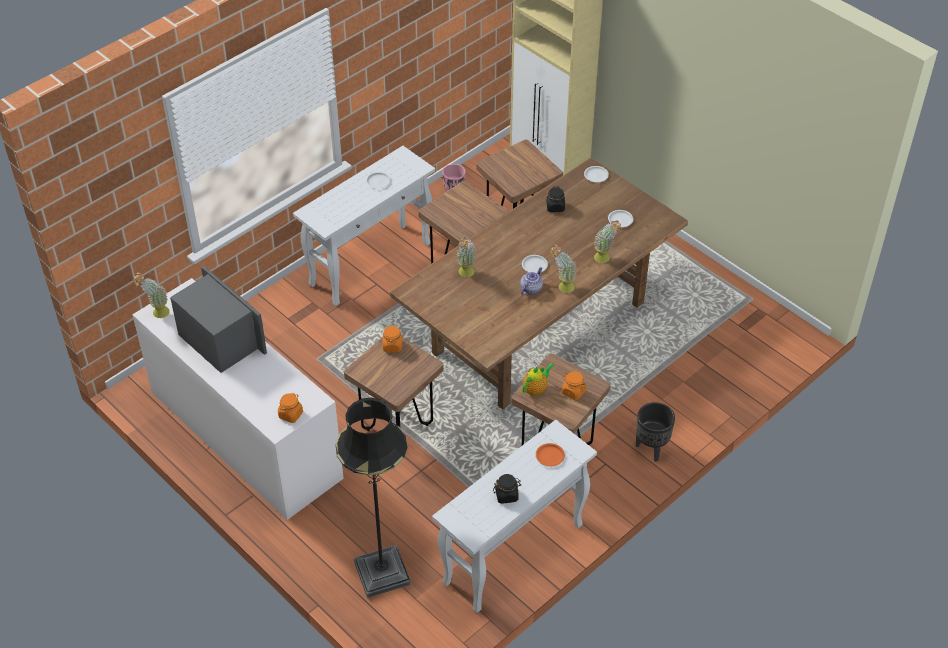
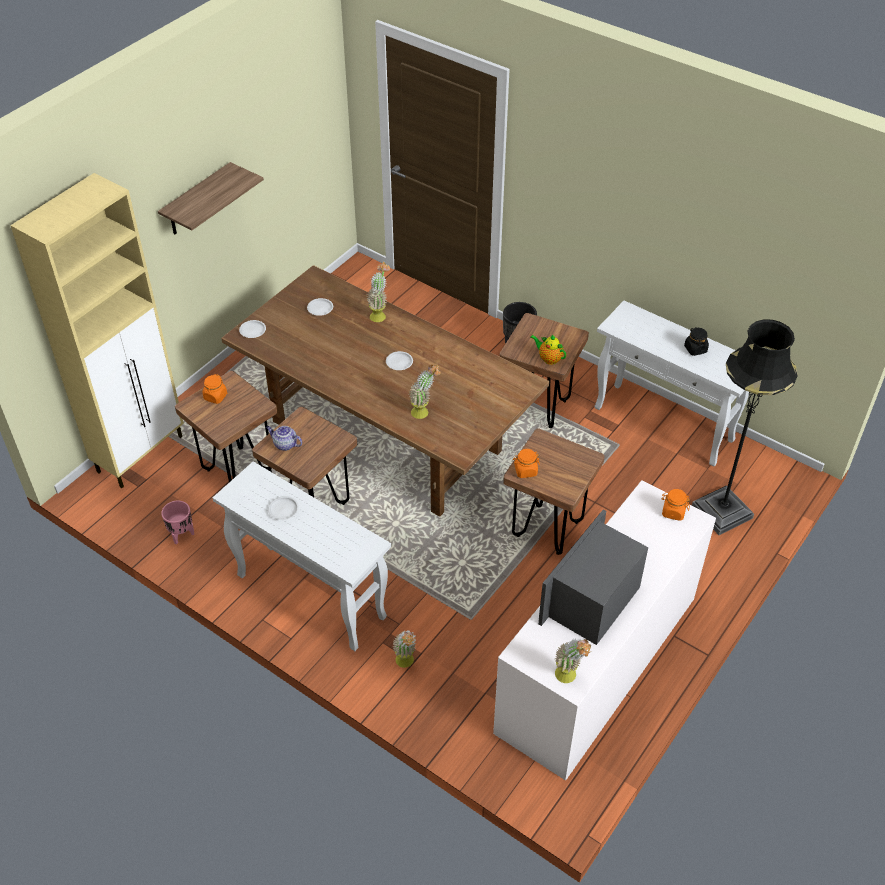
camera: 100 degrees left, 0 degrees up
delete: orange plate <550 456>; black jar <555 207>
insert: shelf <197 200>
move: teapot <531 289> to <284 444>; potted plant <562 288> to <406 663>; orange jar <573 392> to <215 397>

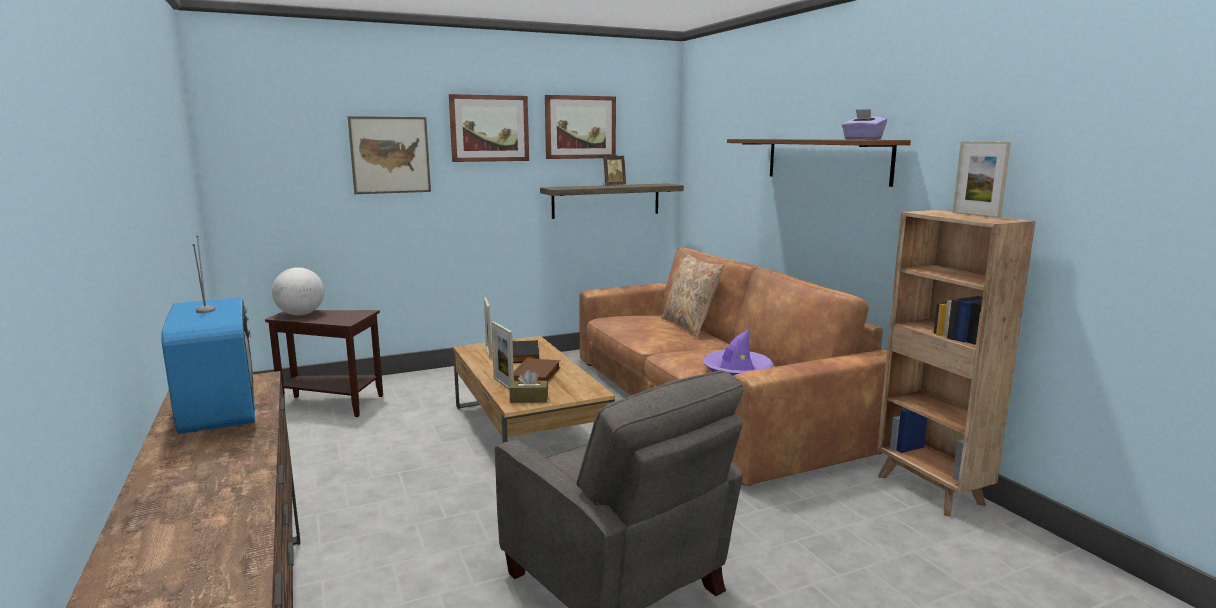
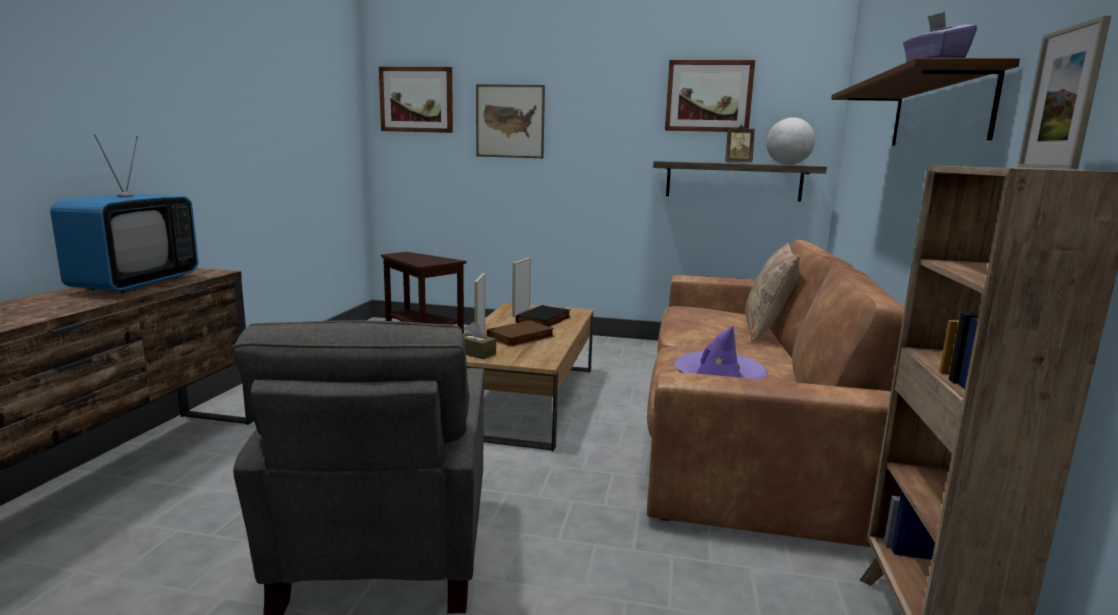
camera: 35 degrees right, 0 degrees up
move: globe <301 314> to <788 164>; picture <489 128> to <416 100>

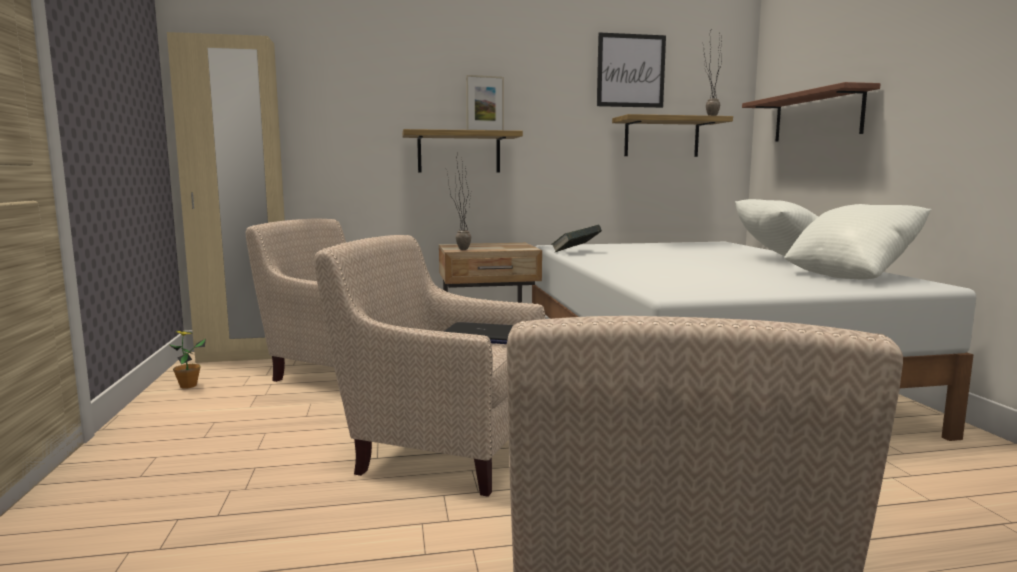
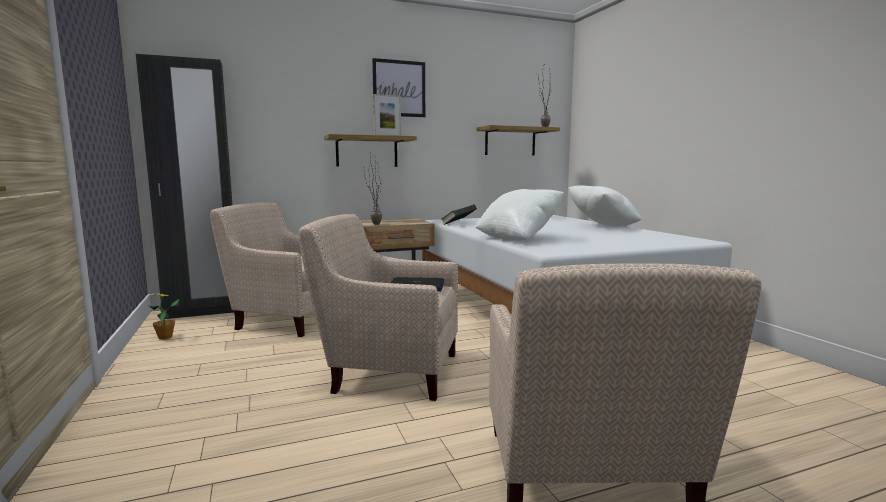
camera: 10 degrees left, 0 degrees up
delete: shelf <817 116>
move: picture <630 71> to <399 88>; white pillow <851 276> to <518 238>
recolor: beige wardrobe <245 356> to black wardrobe <203 312>

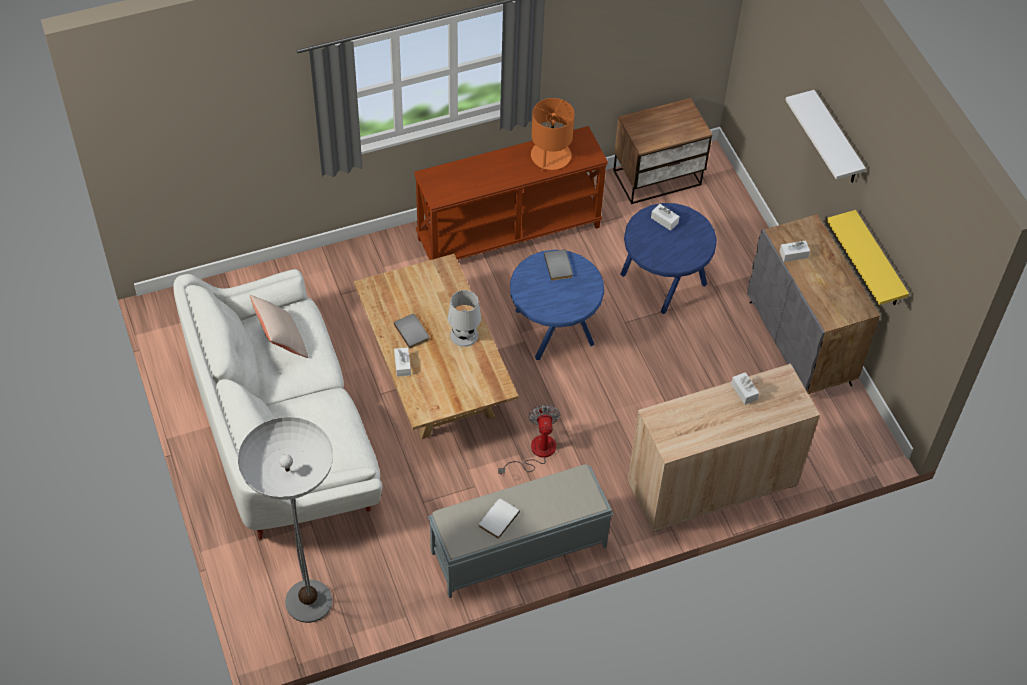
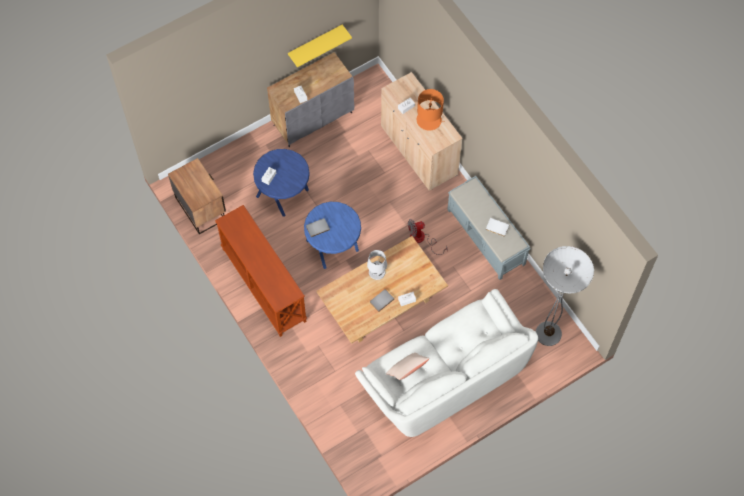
camera: 100 degrees left, 10 degrees up
delete: white shelf <836 140>
move: orange table lamp <550 156> to <429 120>

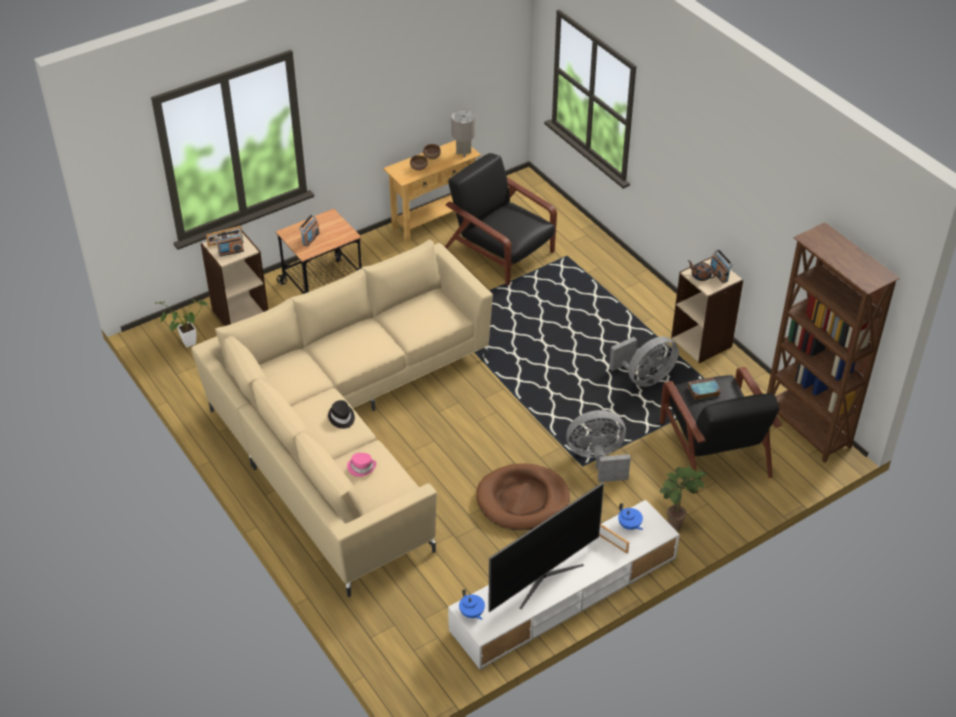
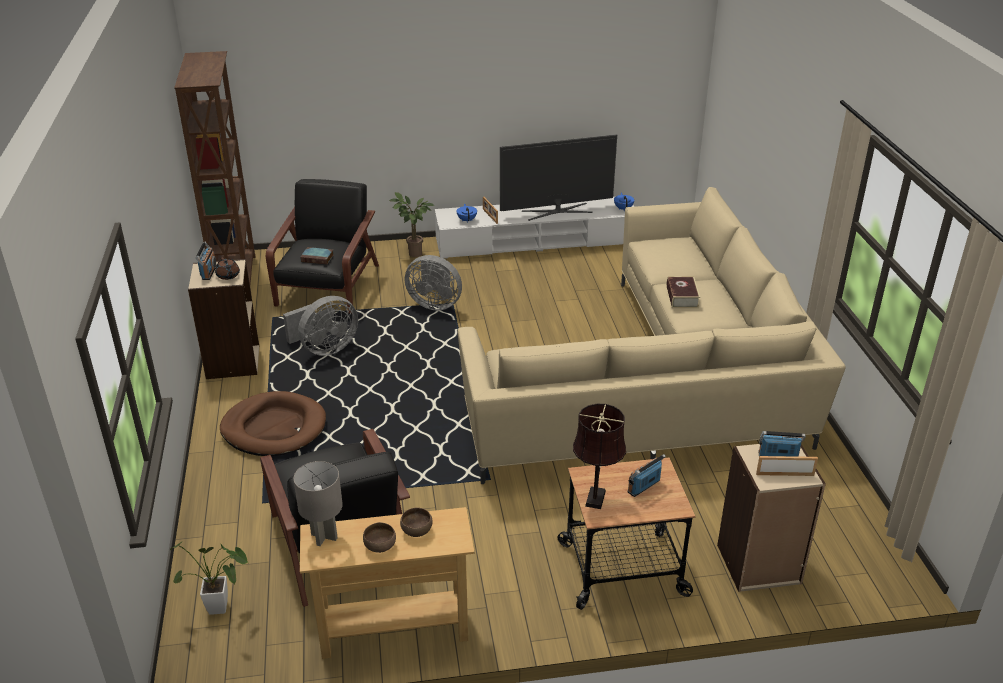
camera: 155 degrees left, 10 degrees down
delete: pink hat <361 467>
insert: brown table lamp <596 496>
move: potted plant <186 344> to <223 608>; brown dog bed <522 500> to <274 428>
replace: black hat <341 417> to book <682 297>
rotate: grey fan <644 378> = <325 349> 150 degrees clockwise

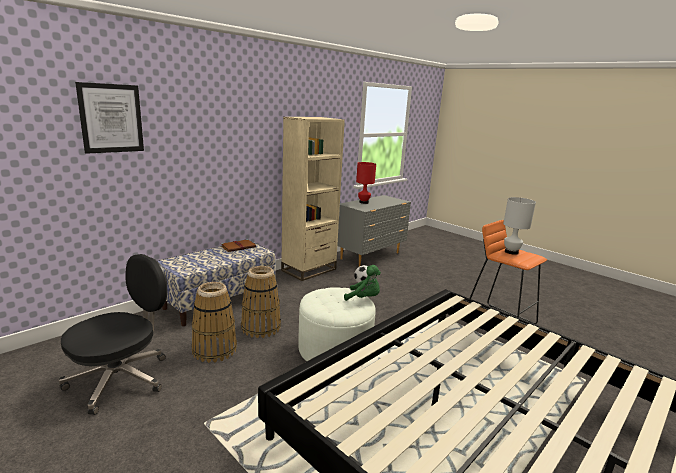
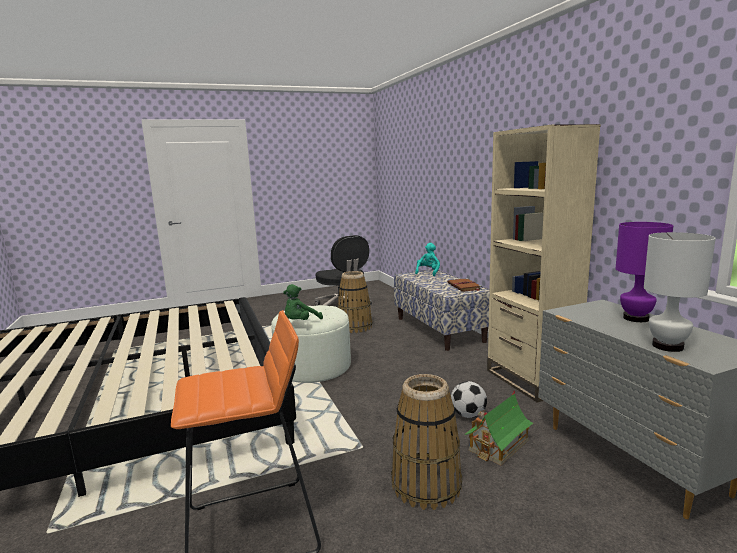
camera: 115 degrees right, 5 degrees down
delete: picture <111 118>
insert: turquoise plush toy <428 272>; toy house <498 445>
move: basket <261 327> to <426 485>; white table lamp <511 252> to <668 346>
recolor: red table lamp <363 202> to purple table lamp <635 318>

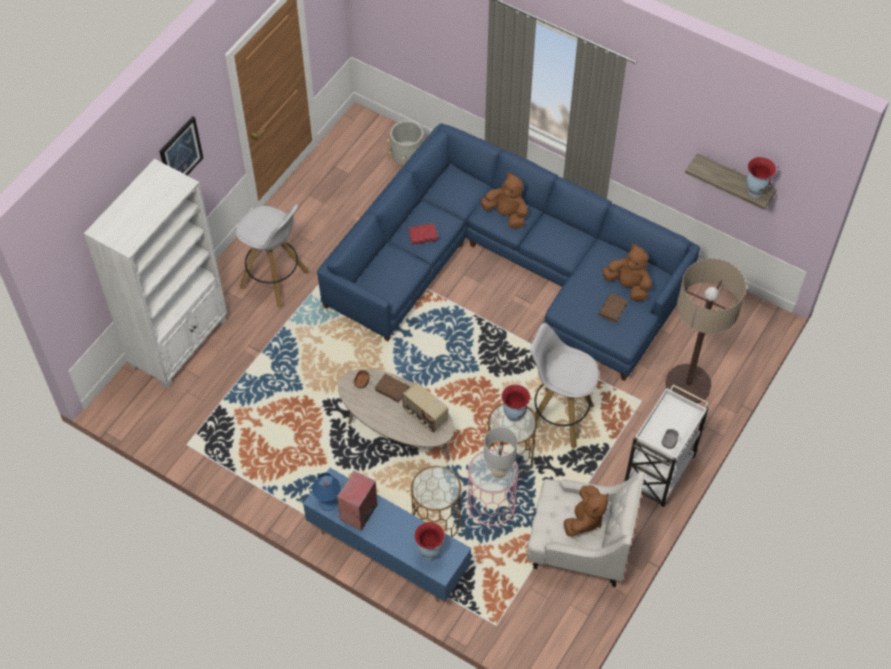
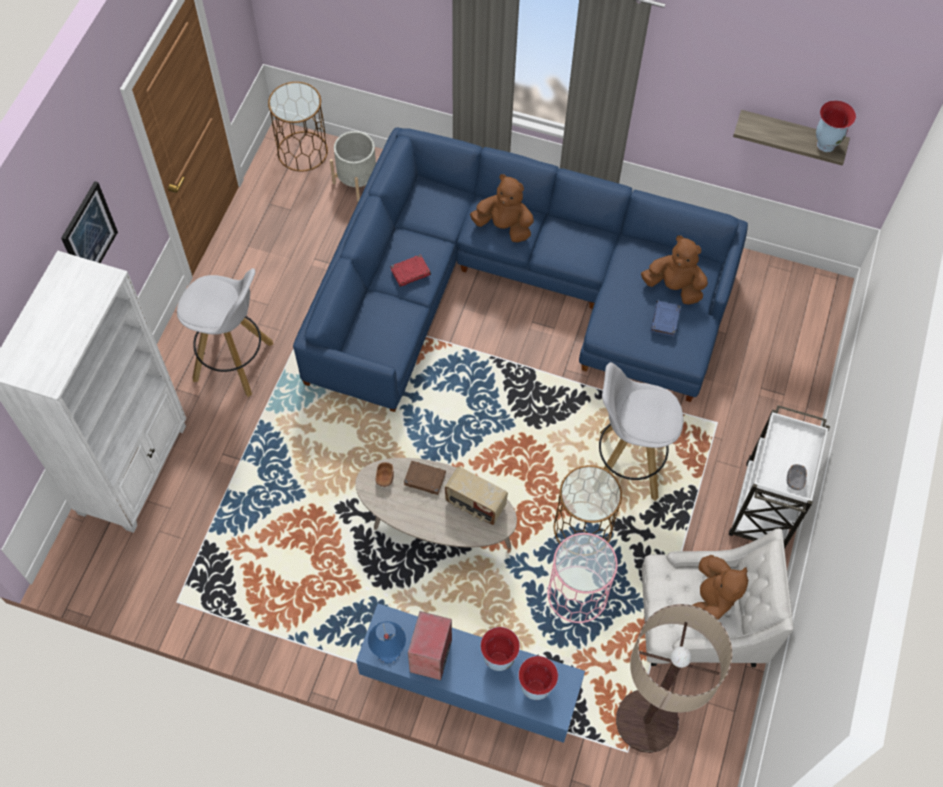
camera: 15 degrees left, 5 degrees up
delete: white table lamp <498 471>
move: brown side table <436 520> to <302 151>; vase <514 415> to <498 660>; floor lamp <688 384> to <647 721>
recolor: brown book <612 309> to blue book <665 320>

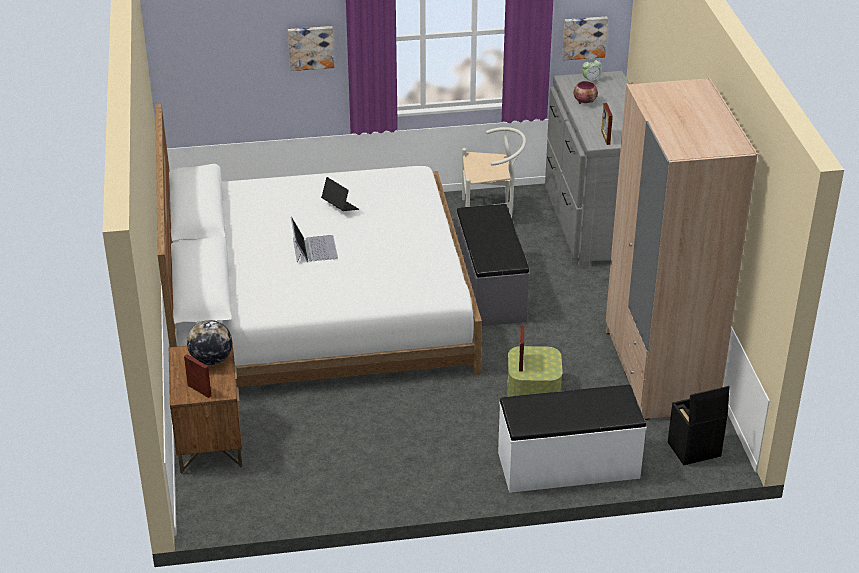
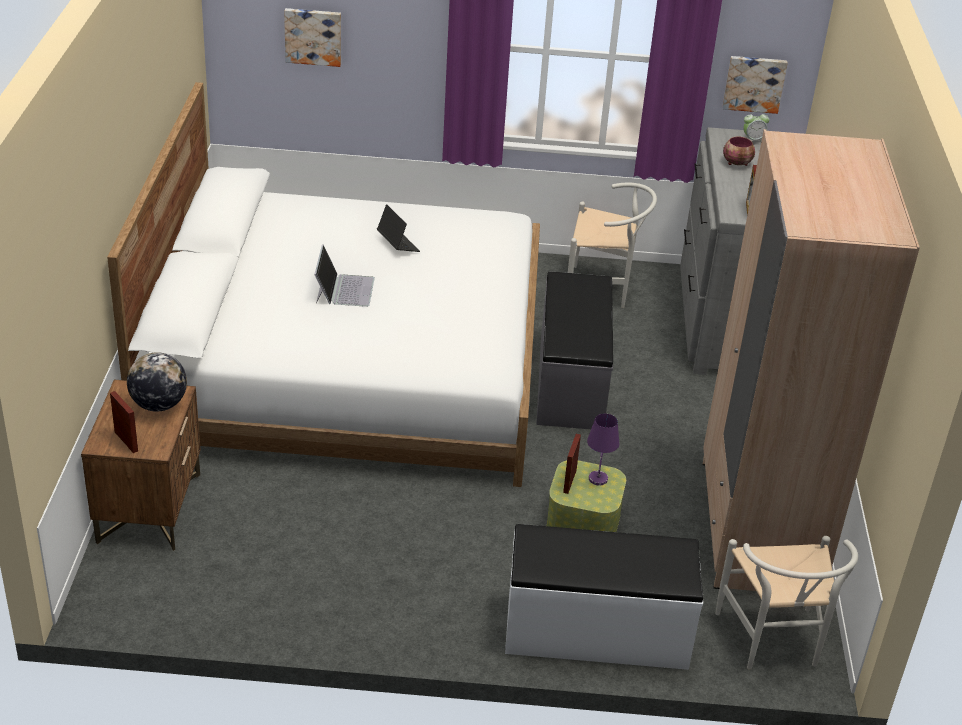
camera: 10 degrees right, 0 degrees up
insert: purple table lamp <597 478>
move: picture <310 47> to <313 36>
replace: black storage box <693 450> to white chair <773 644>

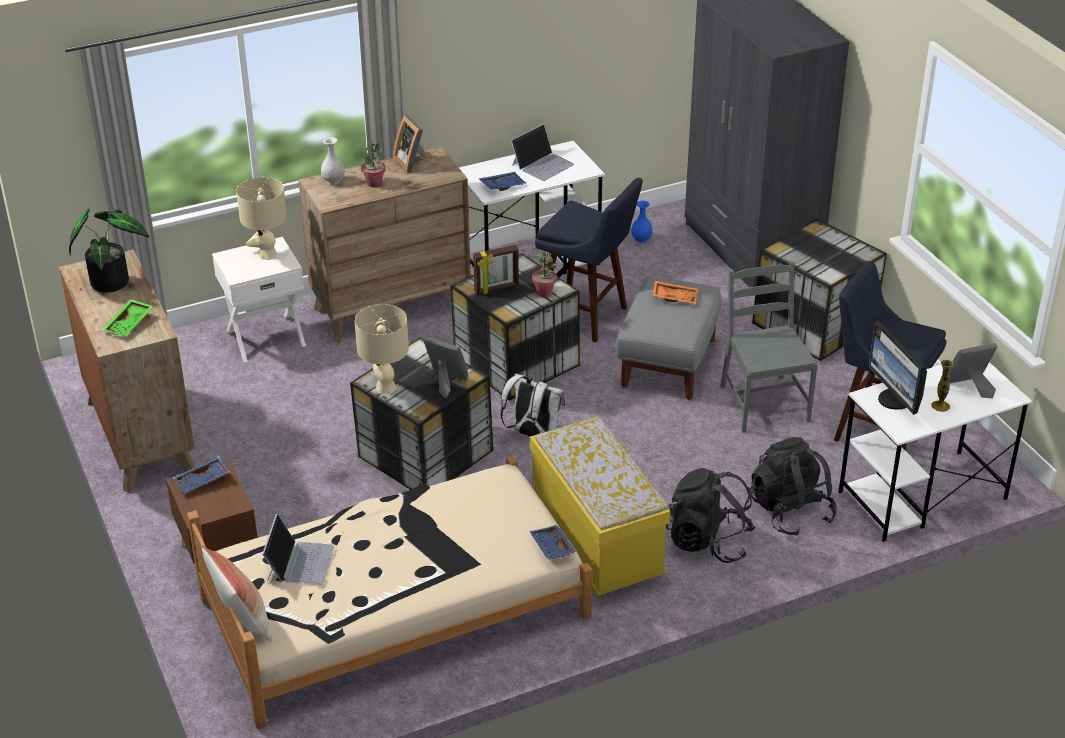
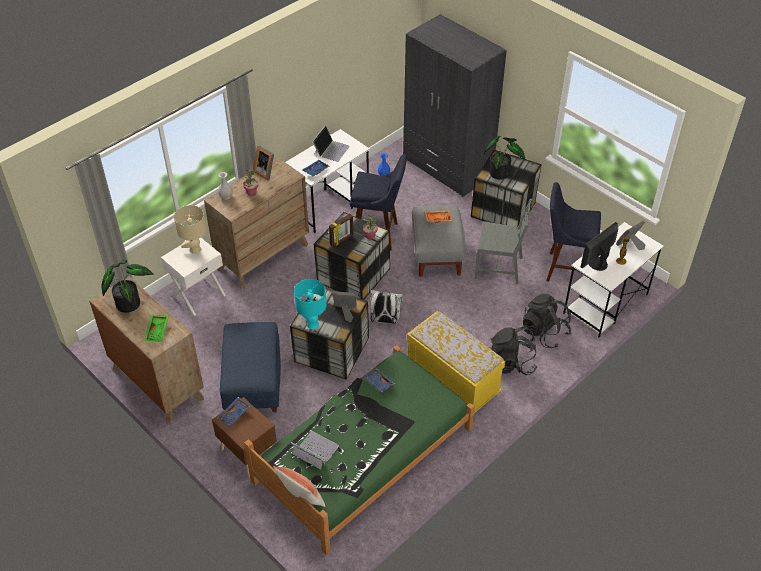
camera: 20 degrees left, 10 degrees up
insert: blue ottoman <253 380>; potted plant <501 172>
move: blue tray <551 548> to <378 383>
recolor: beige bed <394 607> to green bed <363 454>; beige table lamp <385 387> to turquoise table lamp <312 324>
rotate: laptop <299 562> = <315 450> 45 degrees counterclockwise; grey chair <763 403> = <499 267> 135 degrees clockwise; monitor <895 400> = <596 263> 90 degrees clockwise

